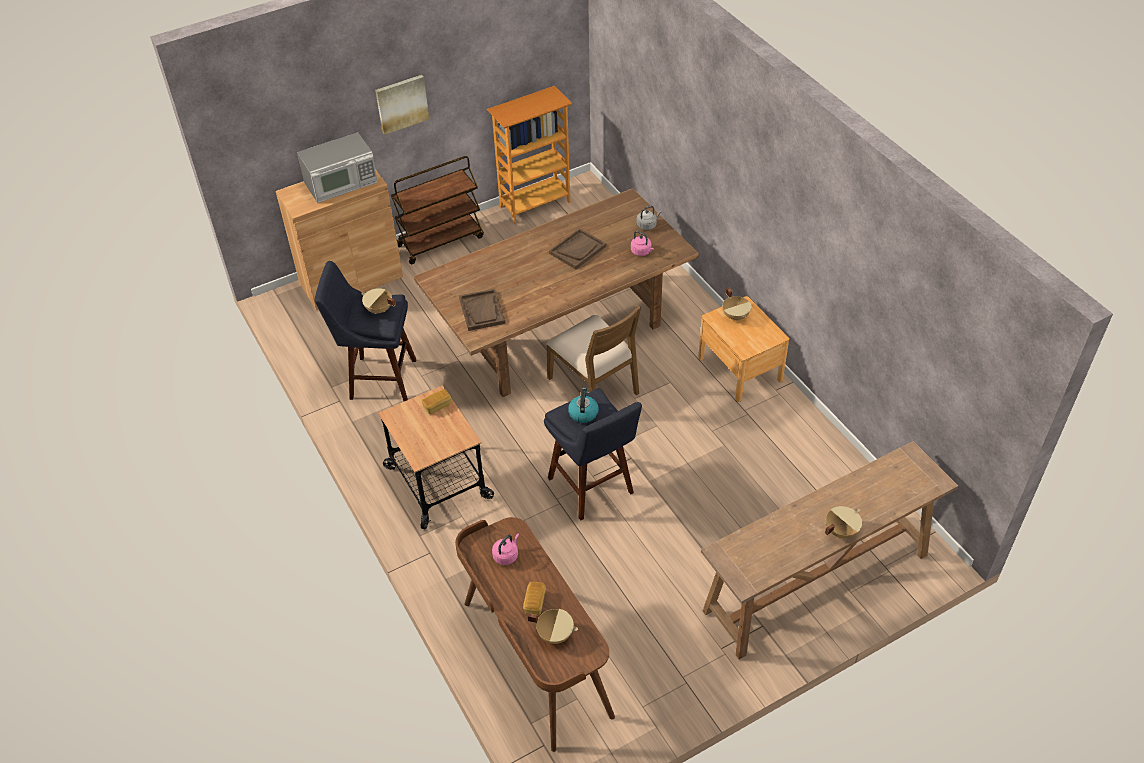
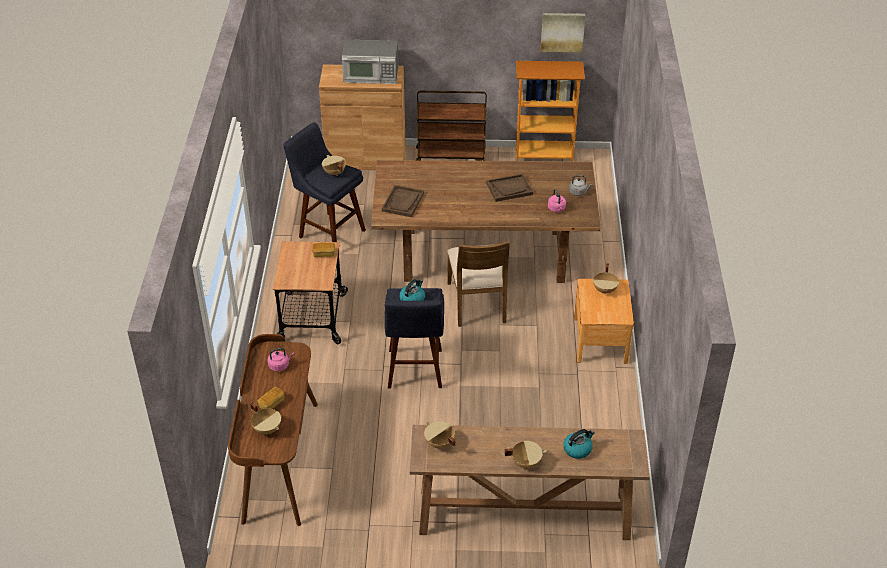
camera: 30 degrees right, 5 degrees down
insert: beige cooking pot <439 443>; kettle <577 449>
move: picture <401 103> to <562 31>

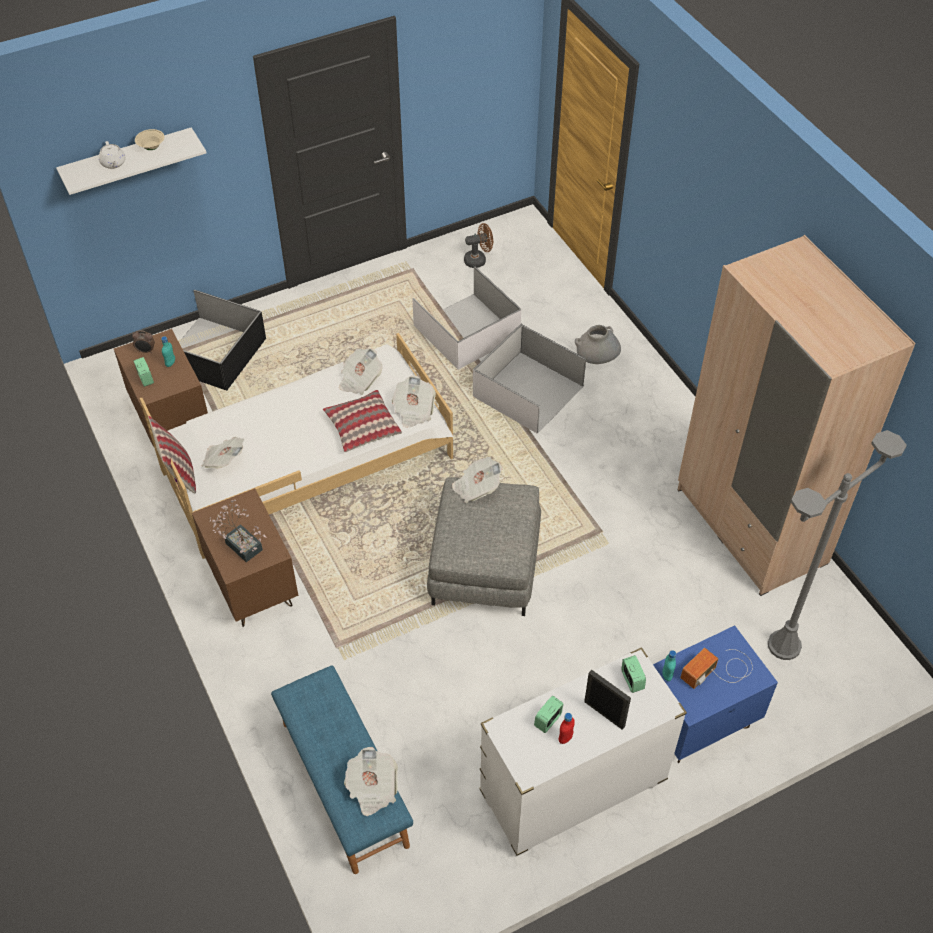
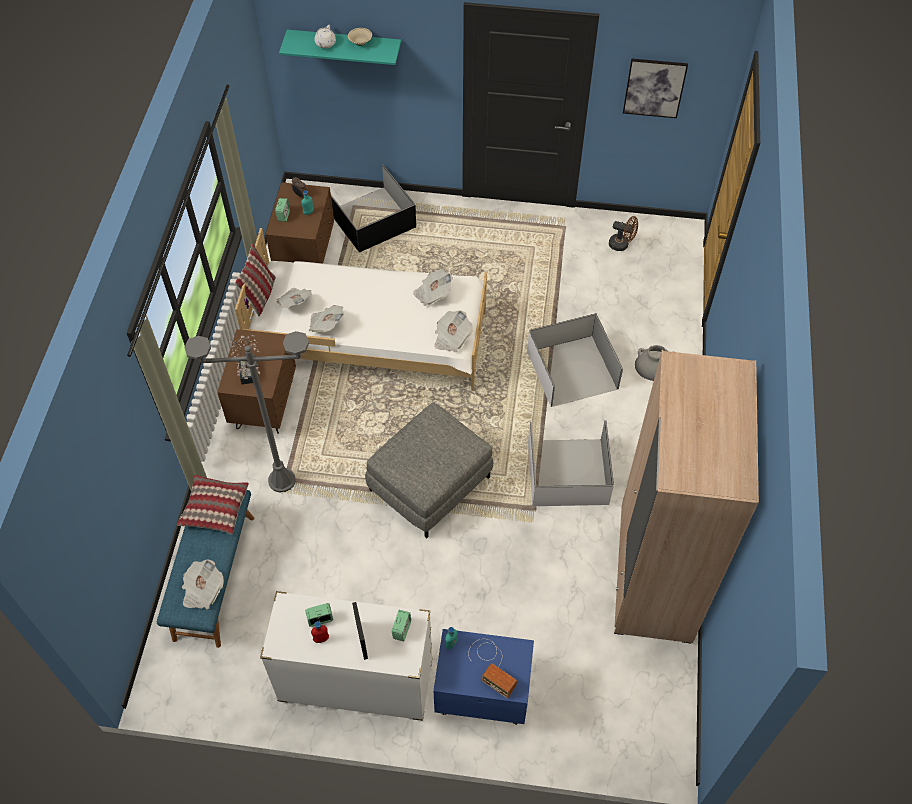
camera: 35 degrees right, 5 degrees up
insert: picture <654 87>
move: pillow <362 427> to <214 509>; white storage box <467 330> to <569 472>; newspaper <476 487> to <326 325>; grey floor lamp <784 645> to <282 480>
recolor: white shelf <128 161> to turquoise shelf <344 46>
rotate: radio <719 670> = <492 665> 135 degrees counterclockwise

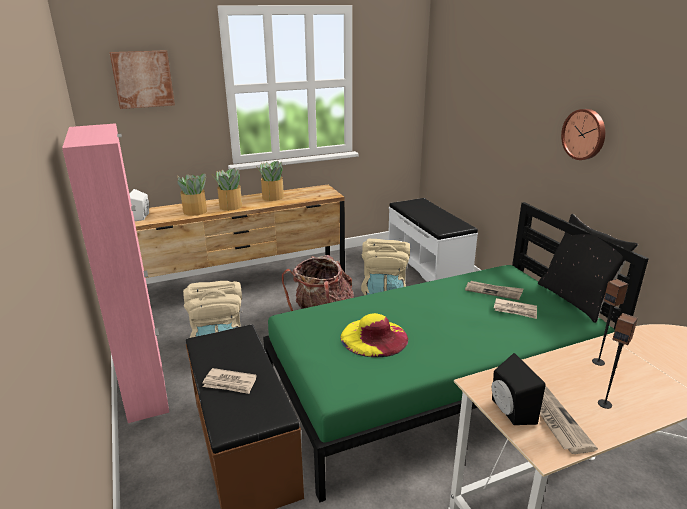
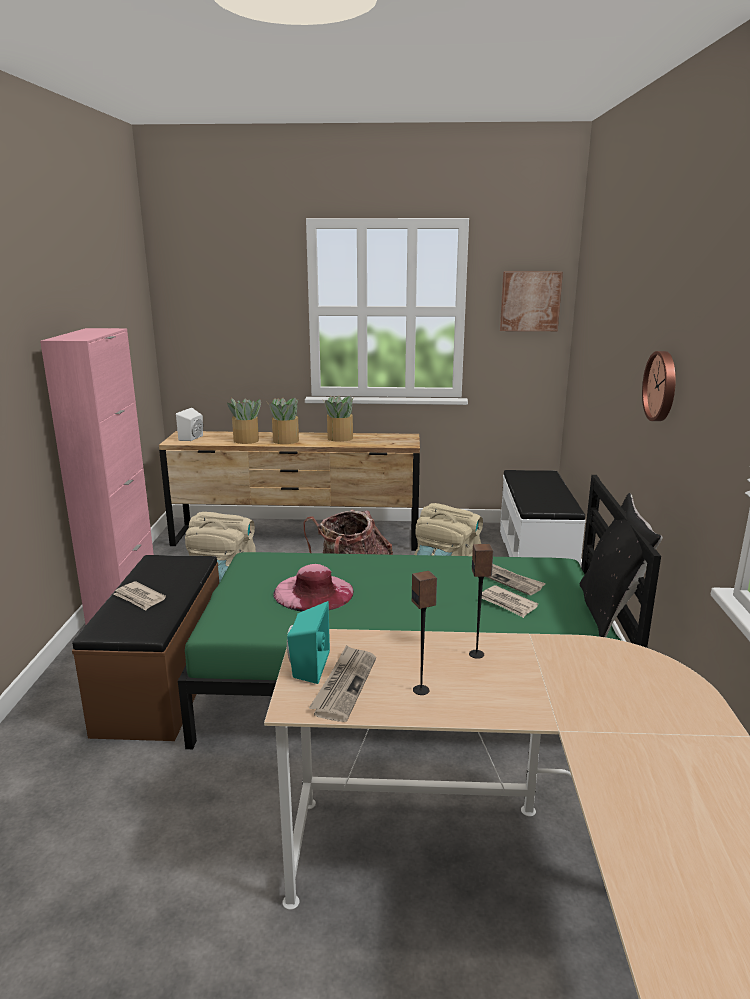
camera: 25 degrees right, 5 degrees down
move: picture <143 79> to <530 301>
recolor: yellow hat <374 337> to pink hat <313 592>; black speaker <509 411> to turquoise speaker <307 666>

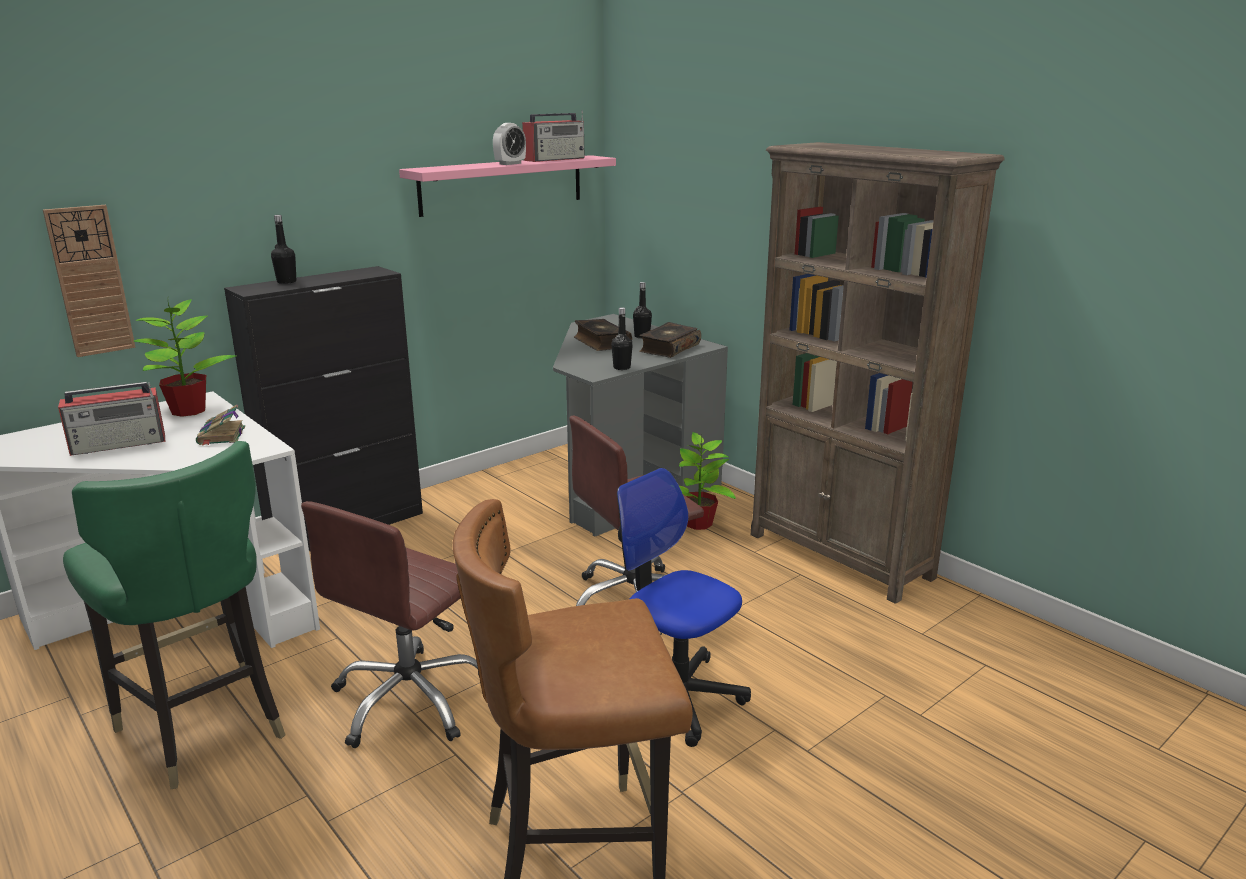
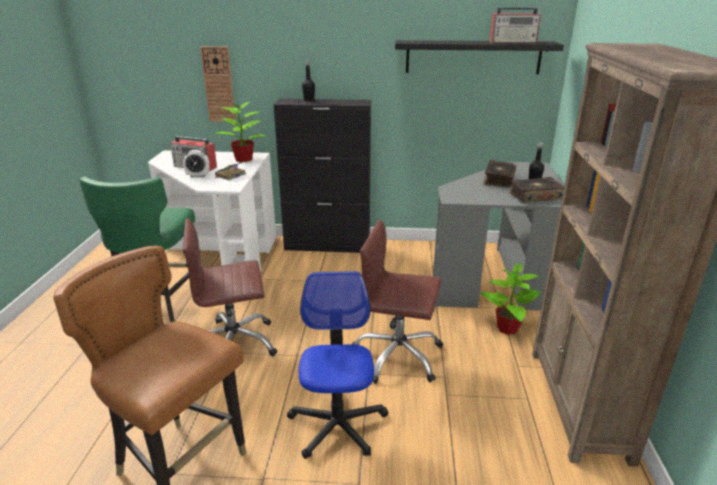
camera: 45 degrees right, 5 degrees up
delete: black bottle <622 367>
move: alarm clock <510 164> to <198 176>
recolor: pink shelf <503 184> to black shelf <473 57>

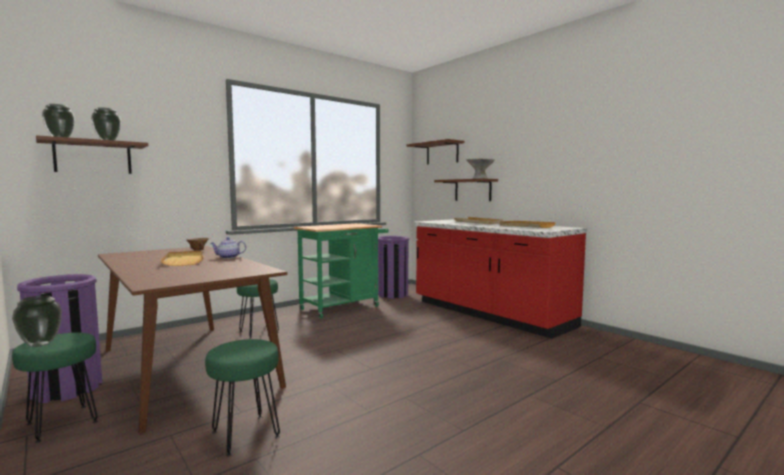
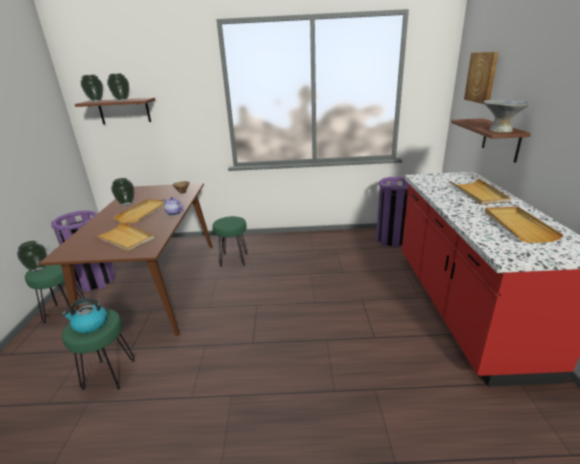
camera: 40 degrees right, 20 degrees up
delete: green cart <344 307>
insert: kettle <90 324>; beige tray <124 238>; vase <126 204>
replace: brown shelf <442 153> to picture <482 77>

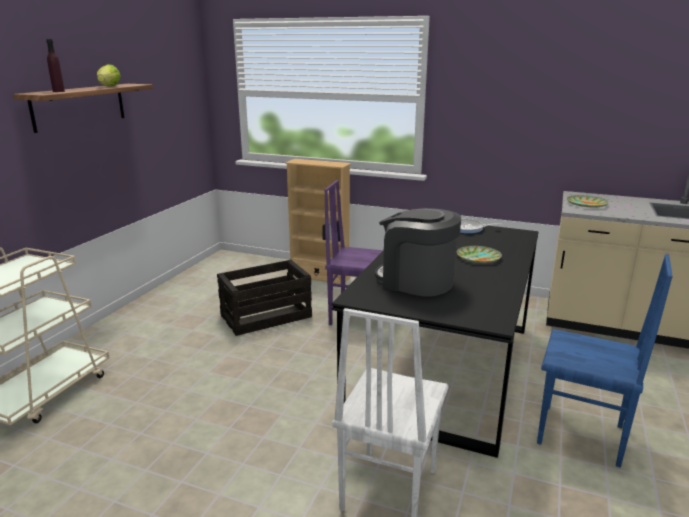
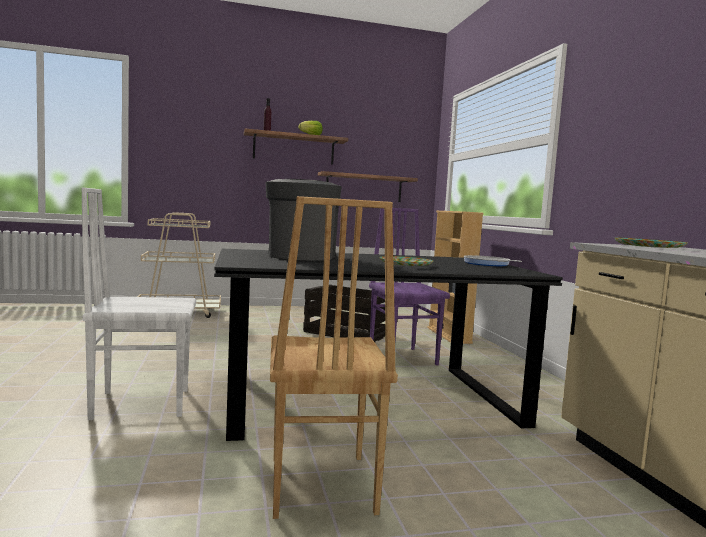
camera: 55 degrees right, 15 degrees down
insert: shelf <364 187>
recolor: blue chair <581 436> to brown chair <319 485>

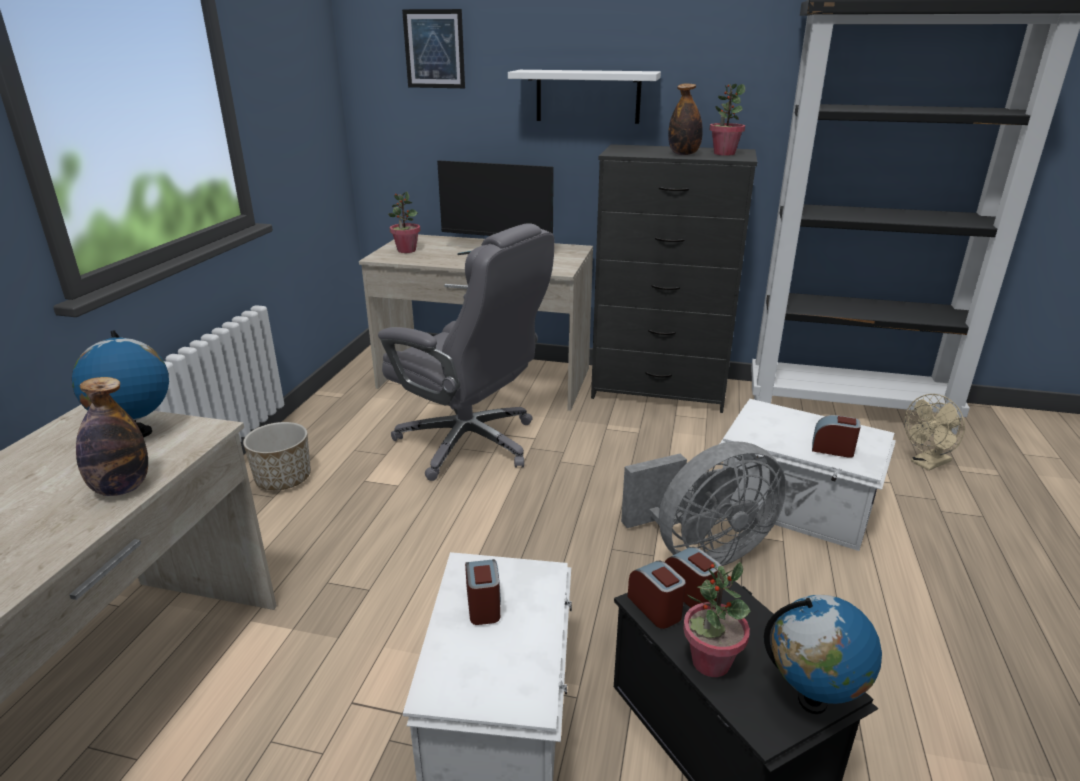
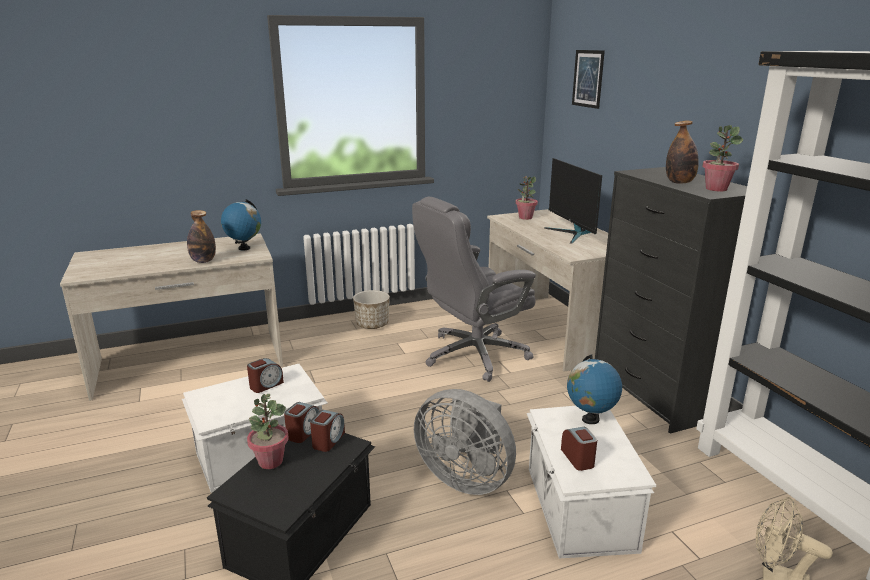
camera: 55 degrees right, 5 degrees down
delete: white shelf <588 96>
move: globe <812 701> to <590 420>
rotate: grey office chair <470 443> = <473 355> 60 degrees clockwise

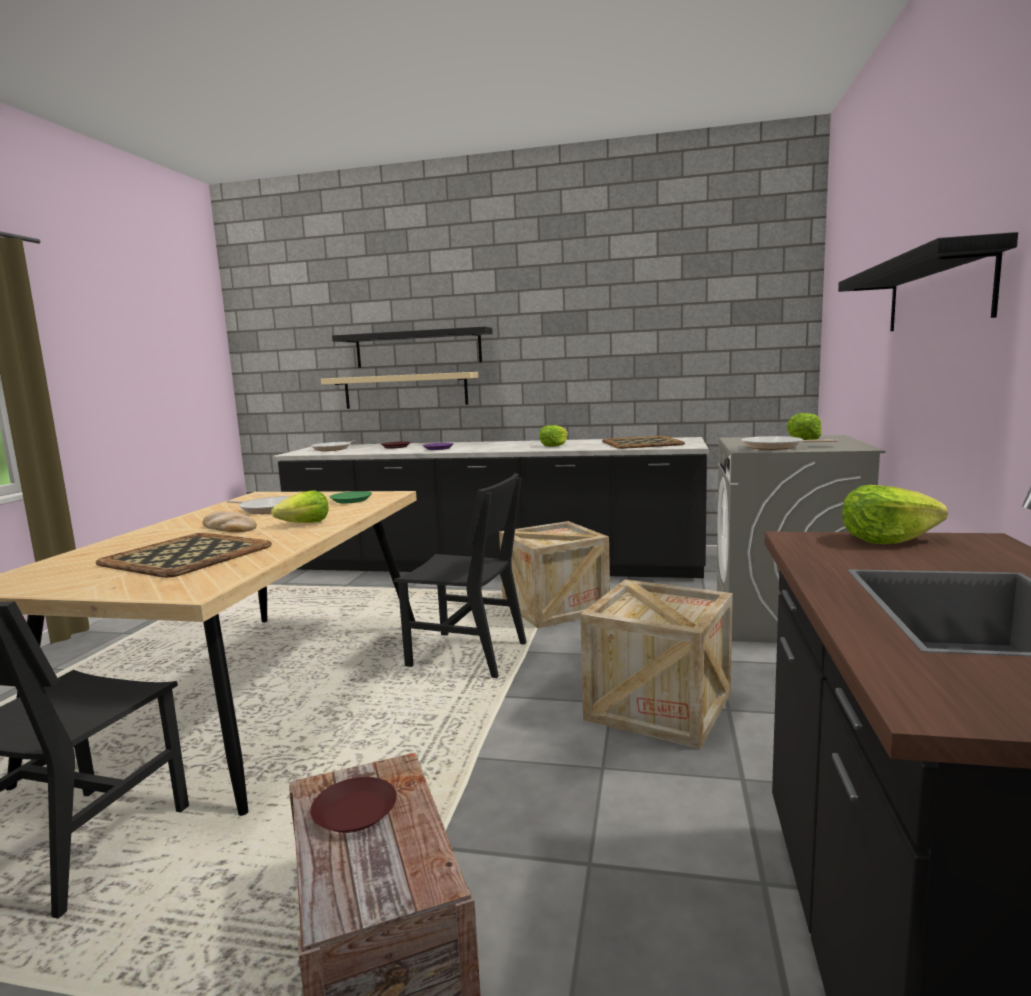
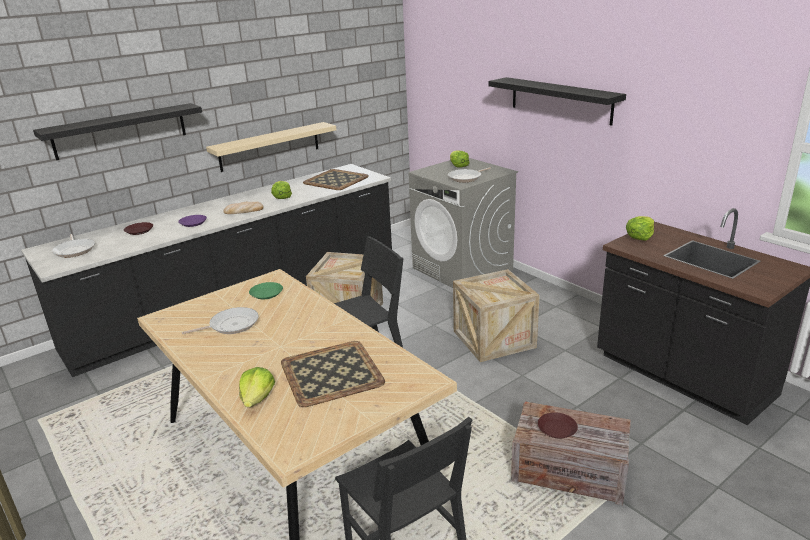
camera: 50 degrees left, 15 degrees up
move: bread <228 527> to <243 210>; lettuce <305 524> to <257 399>; beige shelf <405 390> to <269 146>

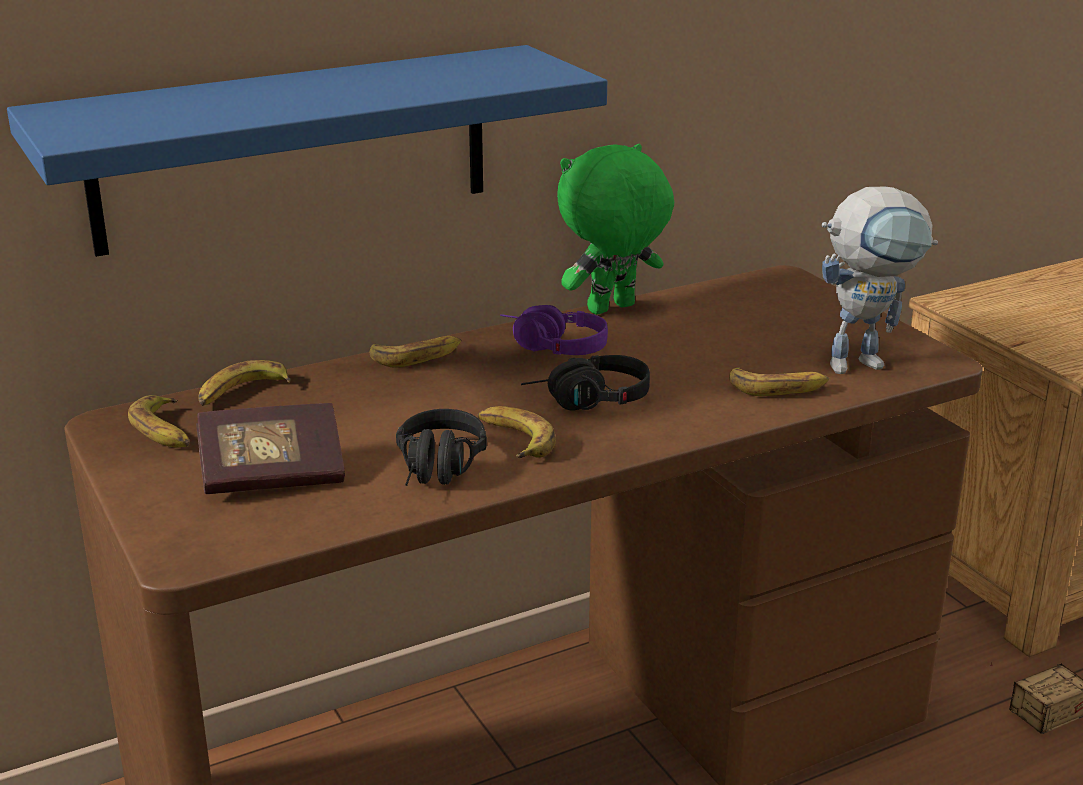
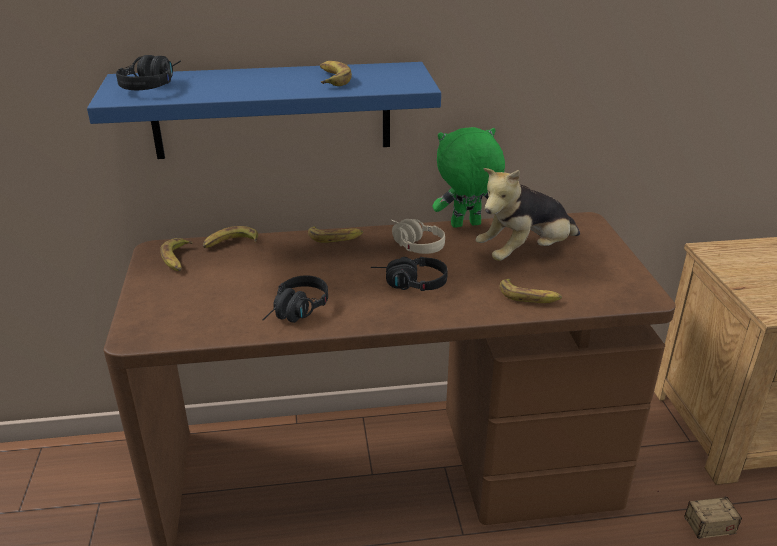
camera: 20 degrees right, 5 degrees up
delete: book <272 475>; toy robot <866 362>
insert: black headphones <153 85>; plush toy <525 253>
move: banana <514 440> to <331 79>
recolor: purple headphones <549 348> to beige headphones <412 244>

